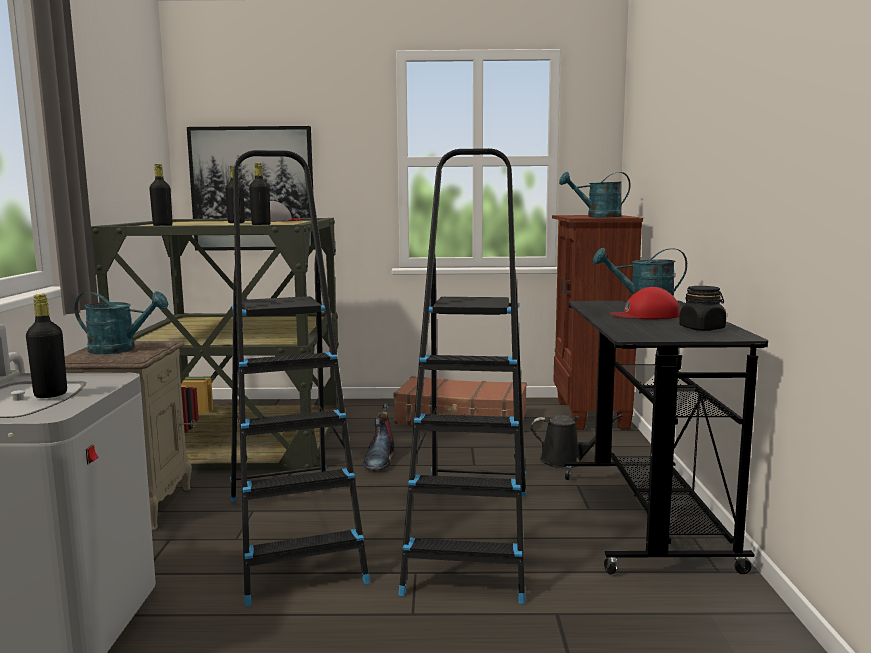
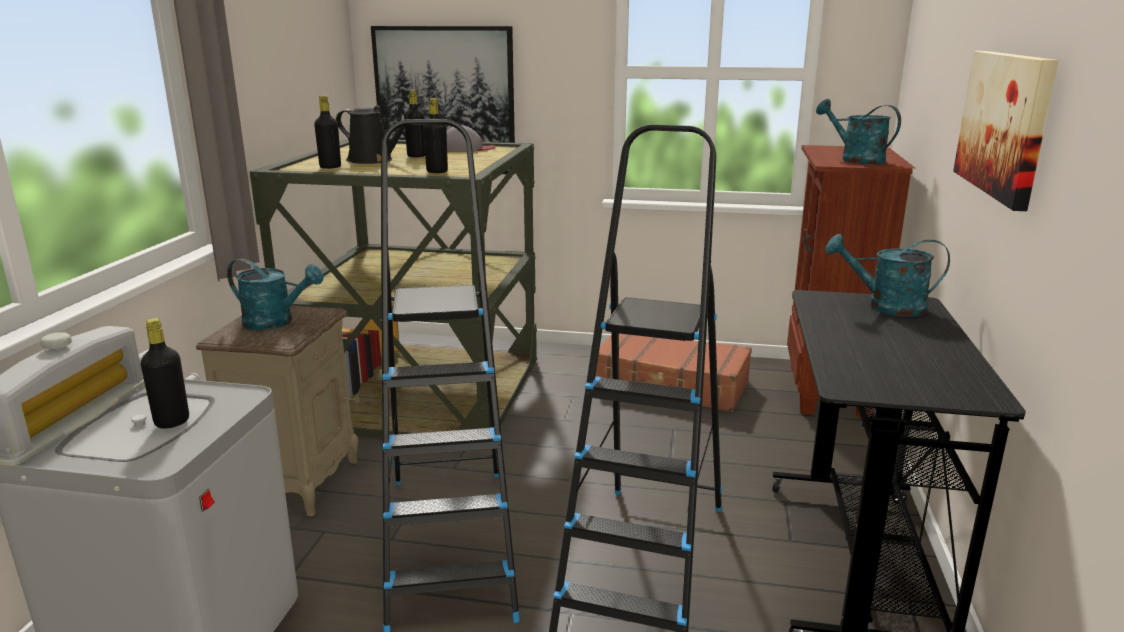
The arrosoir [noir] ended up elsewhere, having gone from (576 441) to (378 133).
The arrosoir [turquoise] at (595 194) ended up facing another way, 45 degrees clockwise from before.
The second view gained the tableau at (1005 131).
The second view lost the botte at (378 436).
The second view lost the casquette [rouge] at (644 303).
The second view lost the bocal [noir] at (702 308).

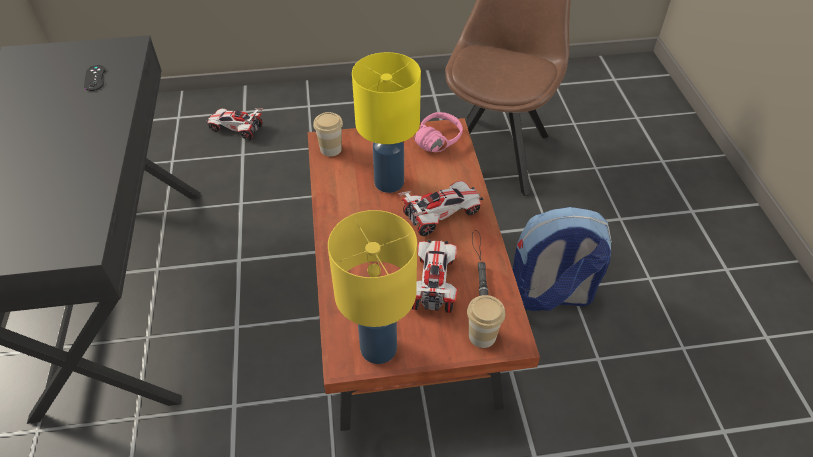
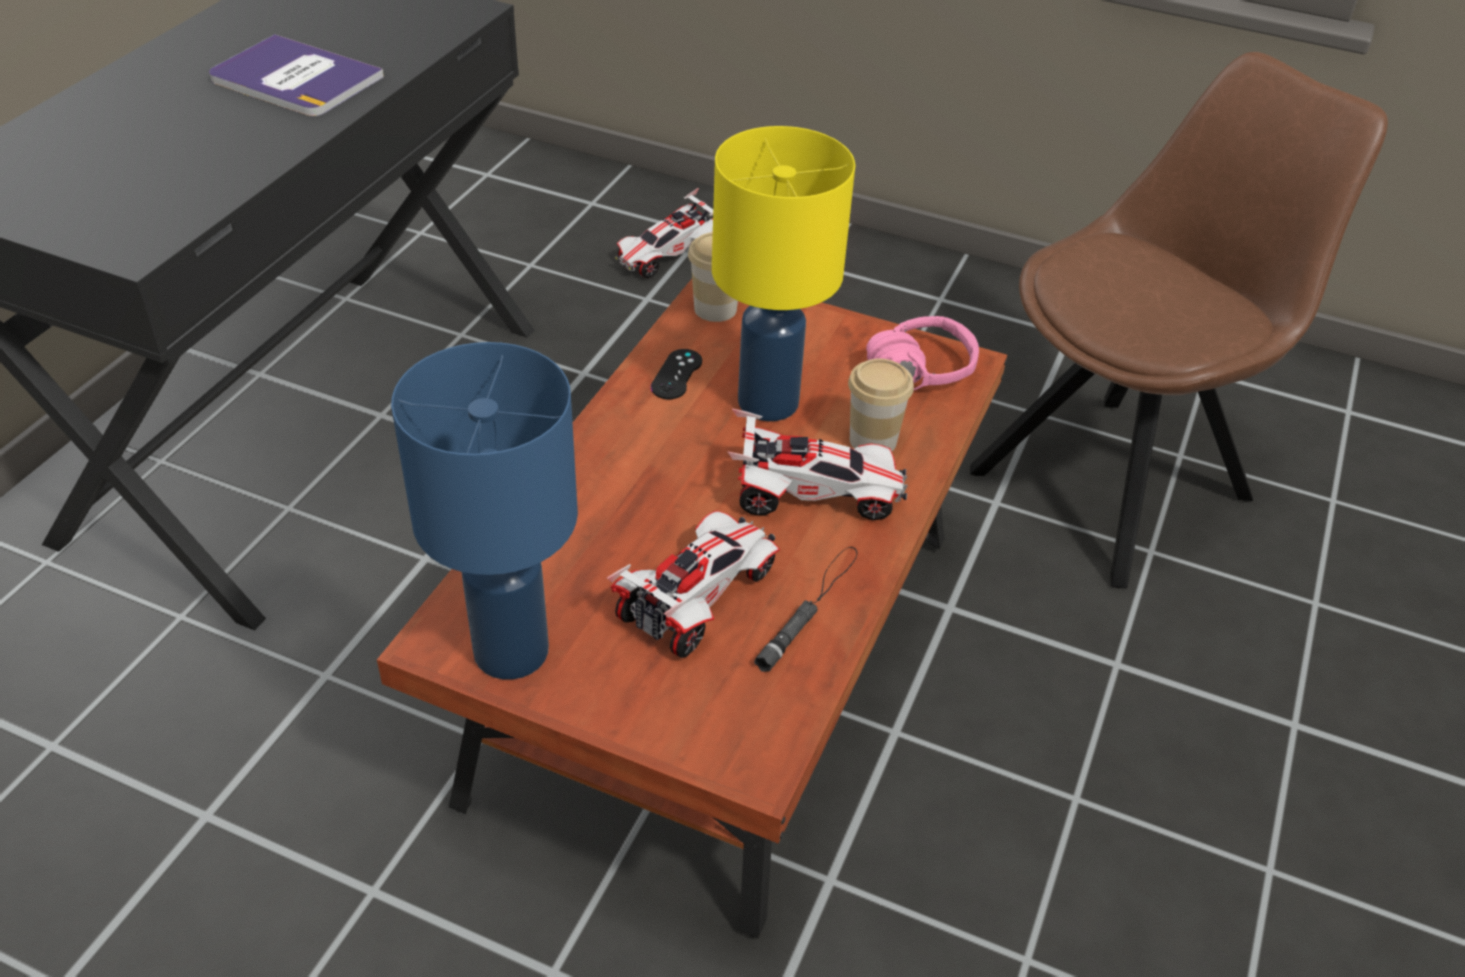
The second view gained the livre at (296 75).
What was the lampe de table [jaune] at (372 287) turned into the lampe de table [bleu] at (484 511).
The petite voiture at (234 124) ended up facing another way, 90 degrees counterclockwise from before.
The manette [noir] ended up elsewhere, having gone from (94 78) to (676 374).
The tasse ended up elsewhere, having gone from (486 321) to (881 404).
The second view lost the sac à dos at (562 259).

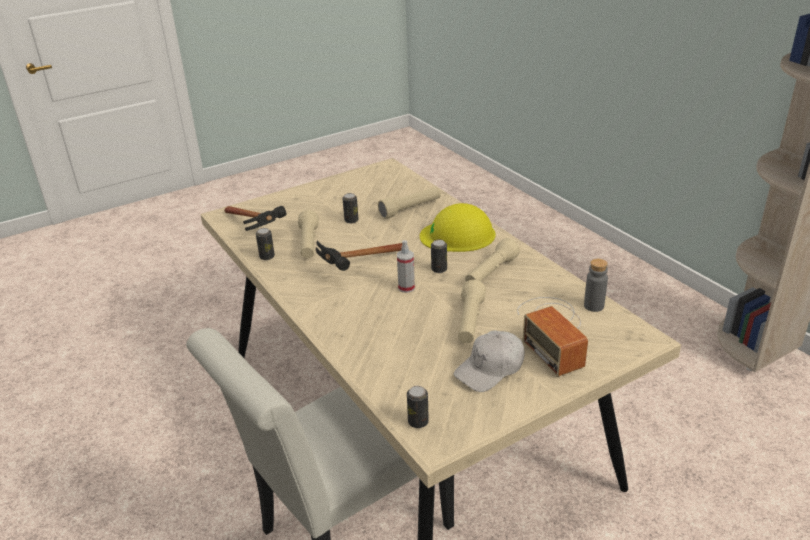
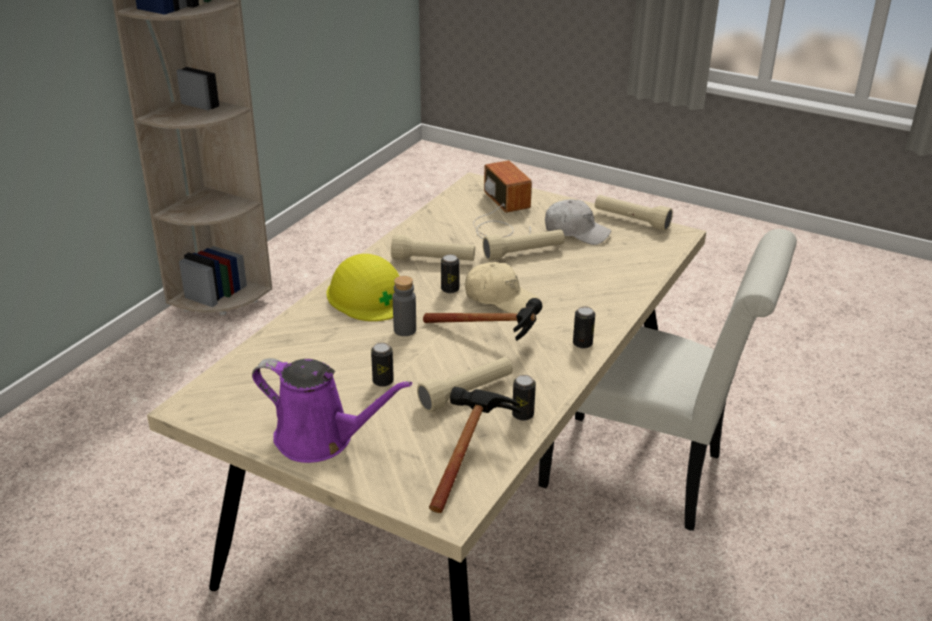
The second view gained the arrosoir [violet] at (332 410).
The bouteille [gris] ended up elsewhere, having gone from (596 285) to (404 306).
Where the vaporisateur stood at (406 266), the casquette [beige] came to stand at (501 287).
The radio at (552 337) ended up facing another way, 60 degrees counterclockwise from before.
The boîte métallique ended up elsewhere, having gone from (418 407) to (584 328).
The lampe de poche [beige] ended up elsewhere, having gone from (409 203) to (634 213).

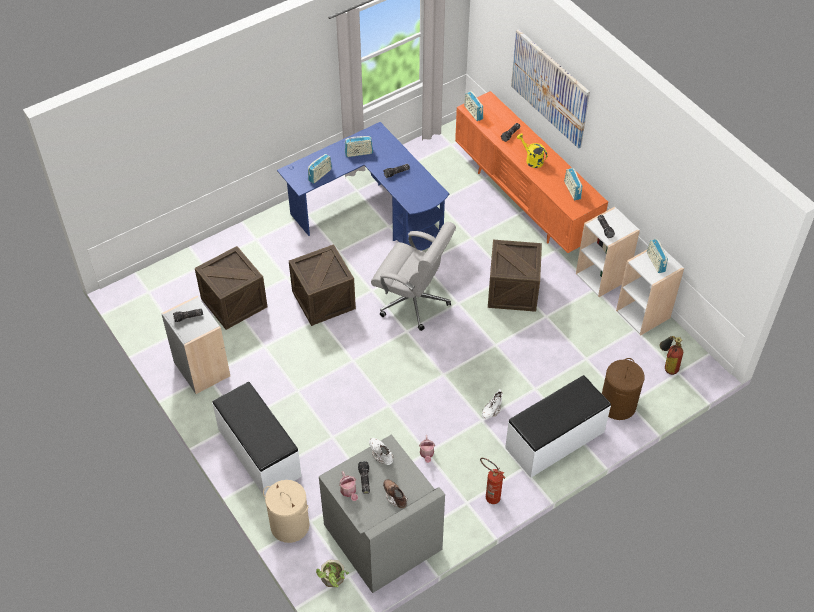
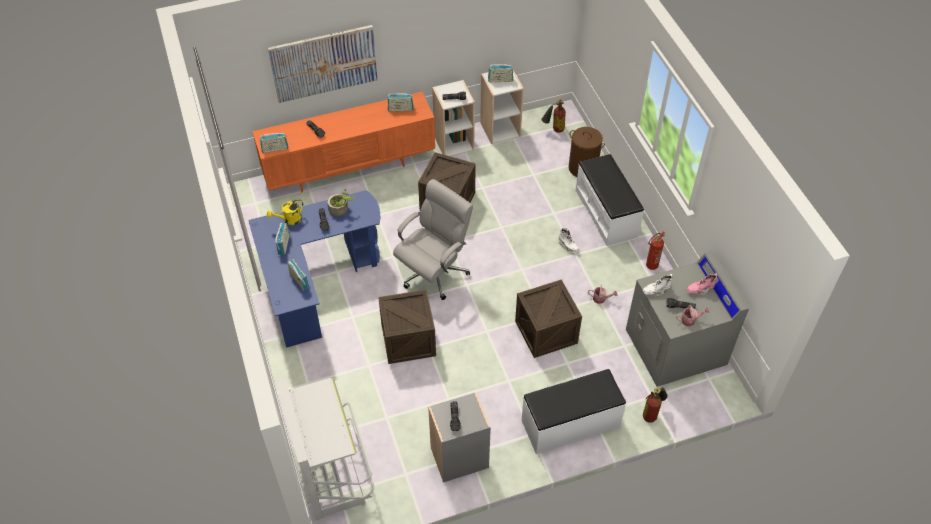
The arrosoir [jaune] ended up elsewhere, having gone from (531 150) to (285 212).
The second view gained the étagère à chaussures [blanc] at (326 449).
The plante en pot ended up elsewhere, having gone from (332 573) to (341 203).
The caisse ended up elsewhere, having gone from (231 288) to (548 318).
Where the panier à linge [beige] stood at (286 511), the extincteur came to stand at (655 405).
What was the botte [marron] at (395 493) turned into the botte [rose] at (702 284).

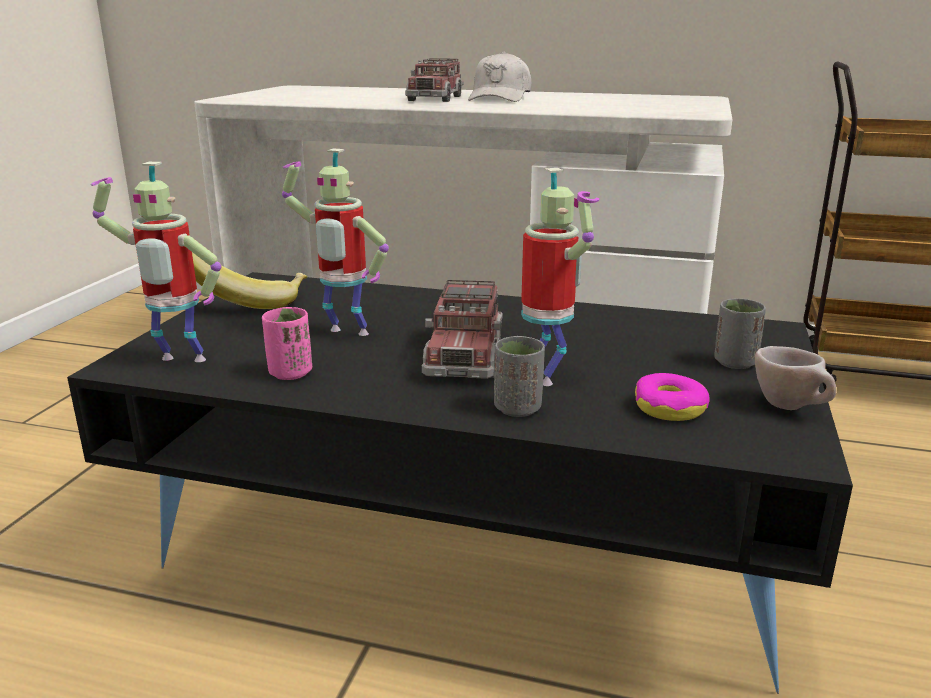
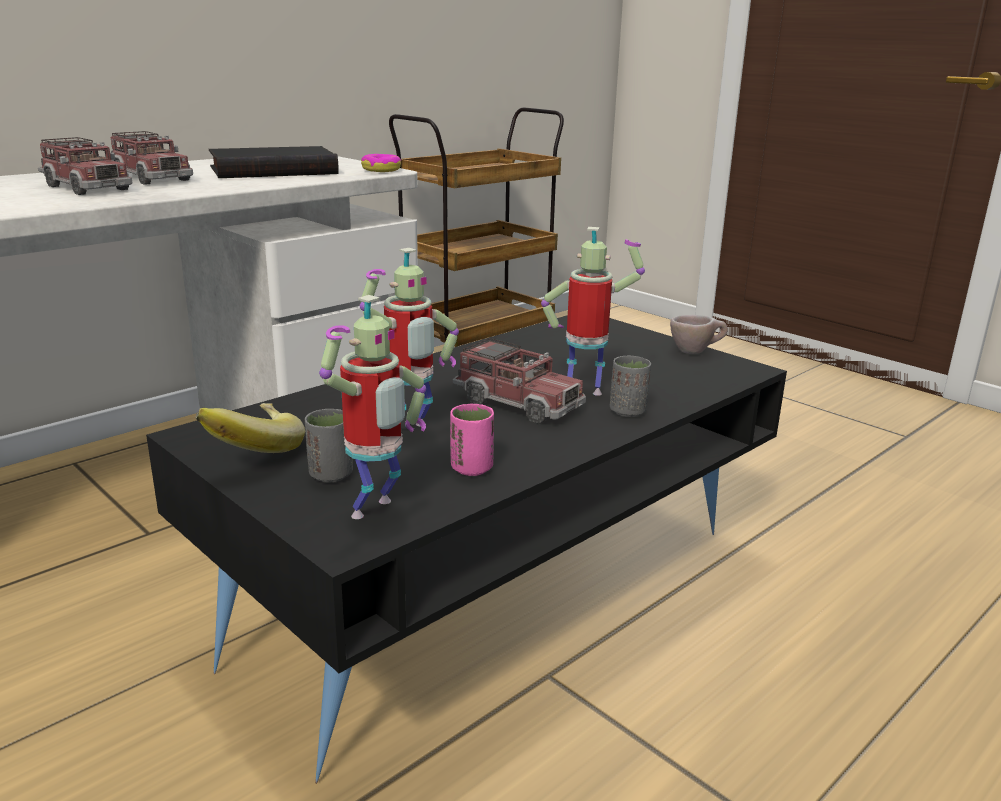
Where the casquette [blanc] stood at (499 76), the camion jouet came to stand at (152 158).
The second view gained the livre [noir] at (274 162).
The tasse [gris] ended up elsewhere, having gone from (740 333) to (329 446).
The beignet ended up elsewhere, having gone from (672 397) to (381 163).

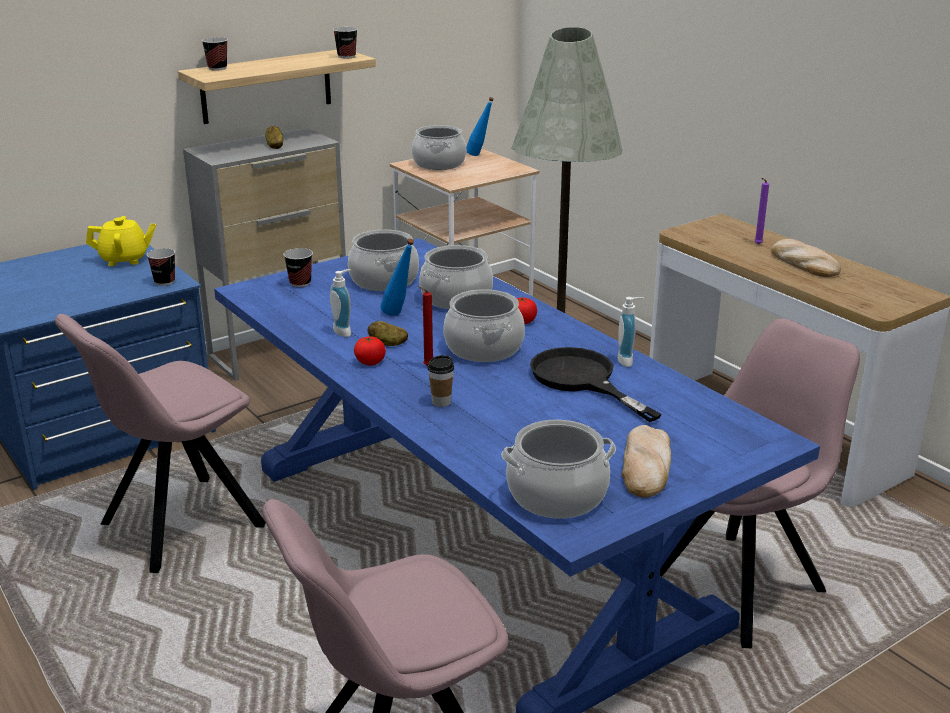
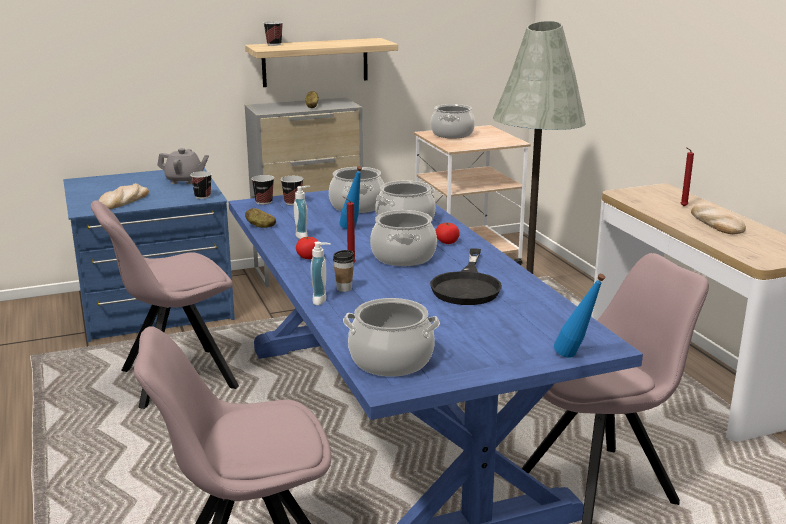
The pain ended up elsewhere, having gone from (646 461) to (123 196).
What was the théière [jaune] at (121 241) turned into the théière [gris] at (183 166).
The pomme de terre ended up elsewhere, having gone from (387 333) to (260 218).
The tasse ended up elsewhere, having gone from (345 43) to (262 190).
The distributeur de savon ended up elsewhere, having gone from (631 332) to (321 273).
The poêle [noir] at (596 384) ended up facing another way, 150 degrees counterclockwise from before.
The bouteille [bleu] ended up elsewhere, having gone from (480 126) to (579 316).
What was the bougie [violet] at (761 211) turned into the bougie [rouge] at (687 176).

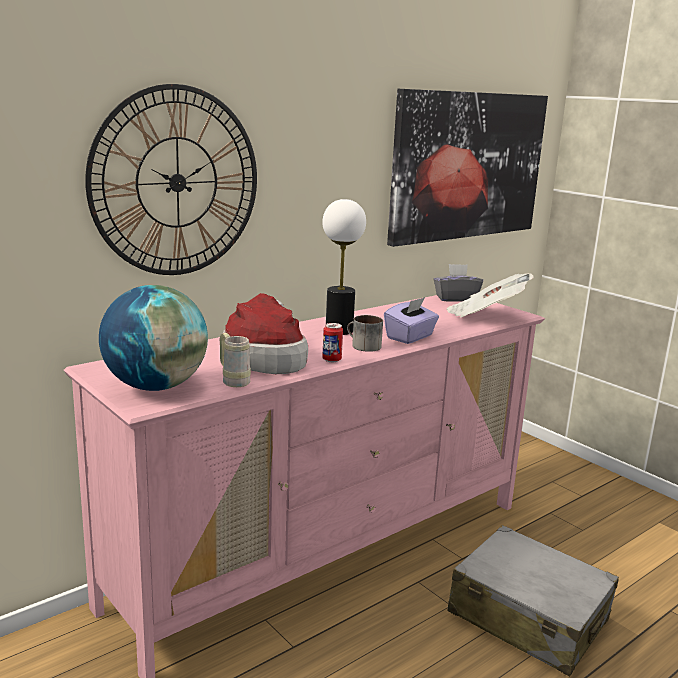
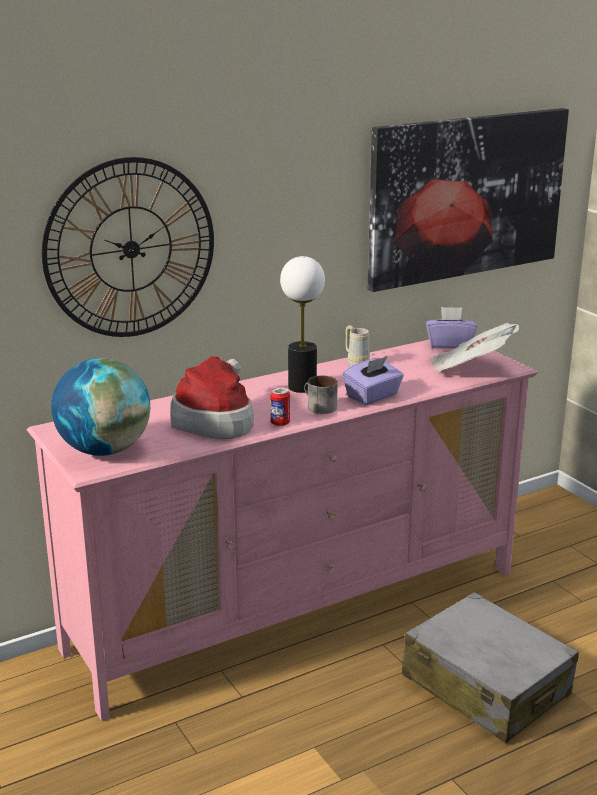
The mug [beige] ended up elsewhere, having gone from (235 360) to (357 346).
What was the boîte à mouchoirs [gris] at (458 282) turned into the boîte à mouchoirs [violet] at (451 328).

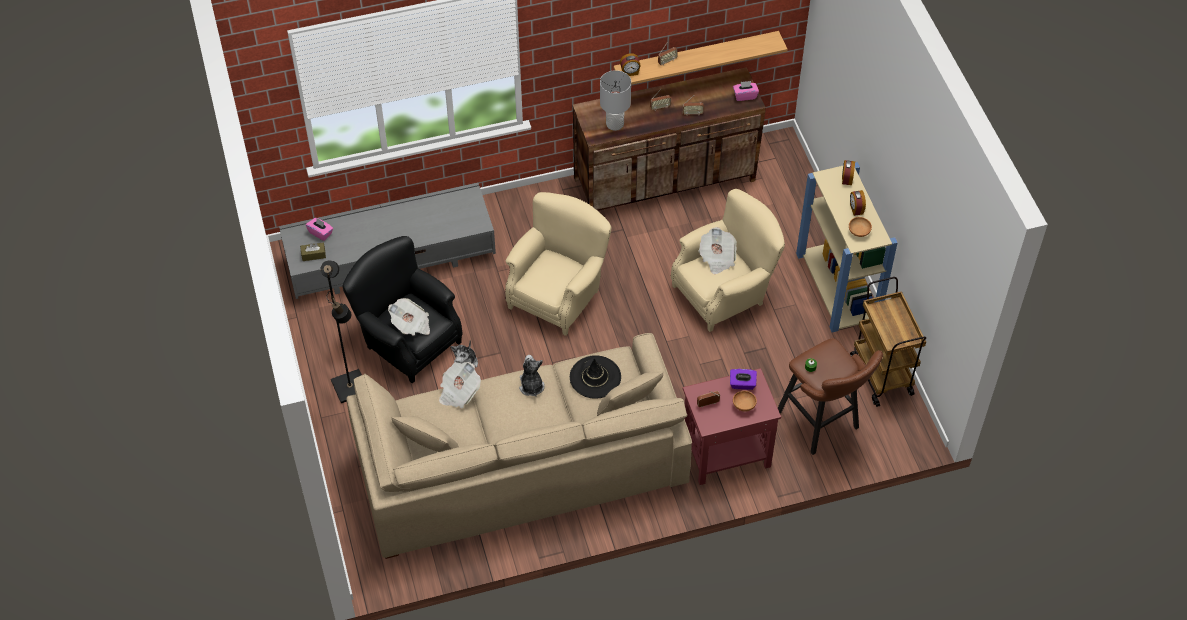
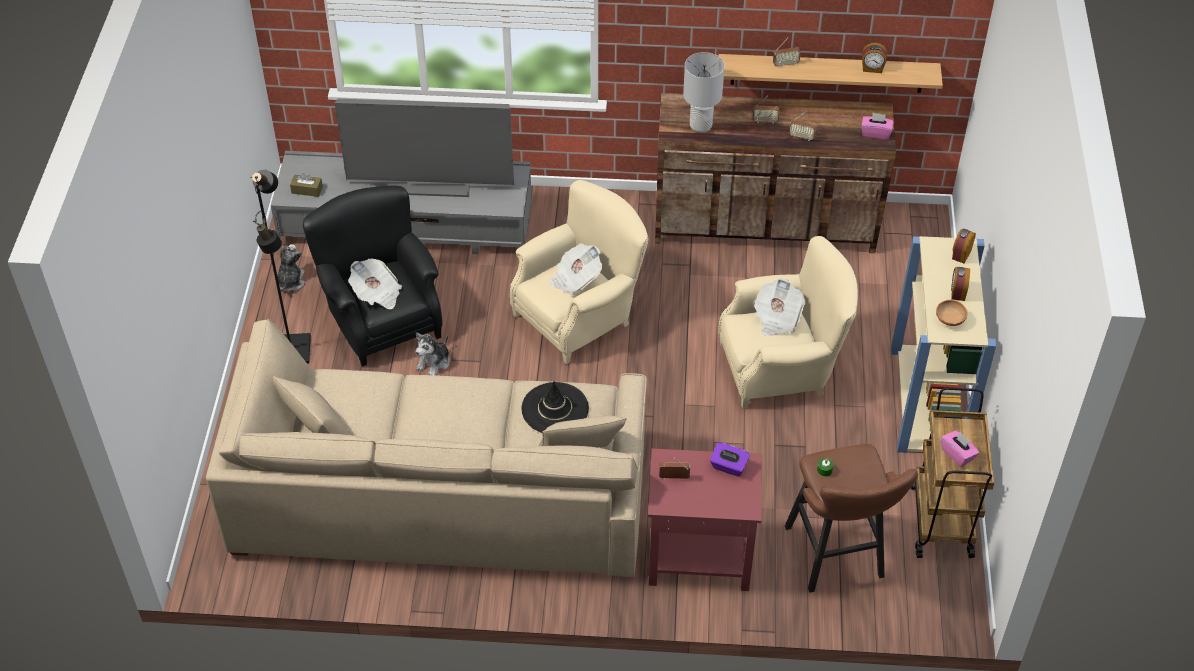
The peluche ended up elsewhere, having gone from (532 376) to (290 267).
The second view gained the téléviseur at (424 148).
The journal ended up elsewhere, having gone from (460 385) to (576 269).
The réveil ended up elsewhere, having gone from (630 64) to (874 58).
The boîte à mouchoirs [rose] ended up elsewhere, having gone from (319 229) to (960 448).
The second view lost the bol [marron] at (745 401).

